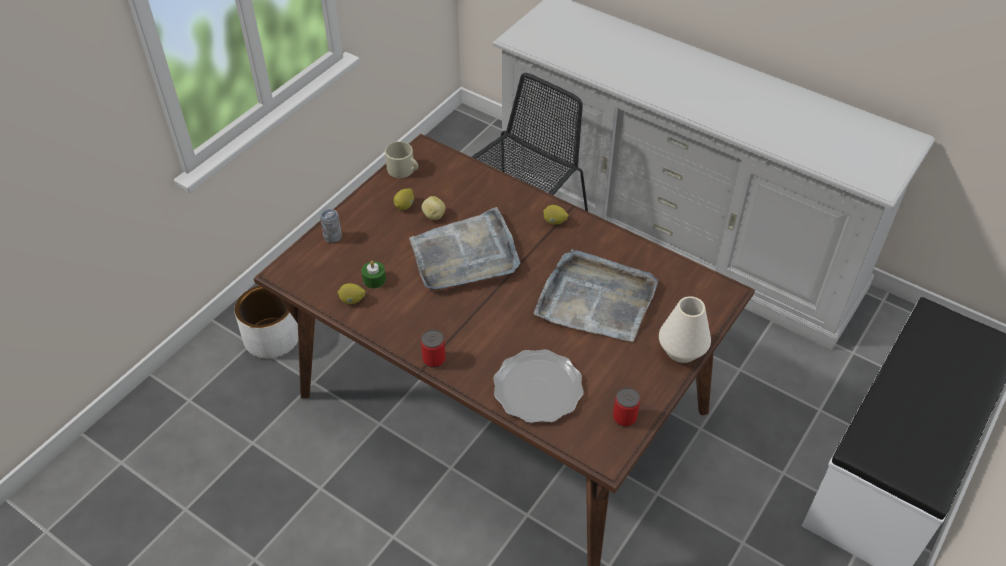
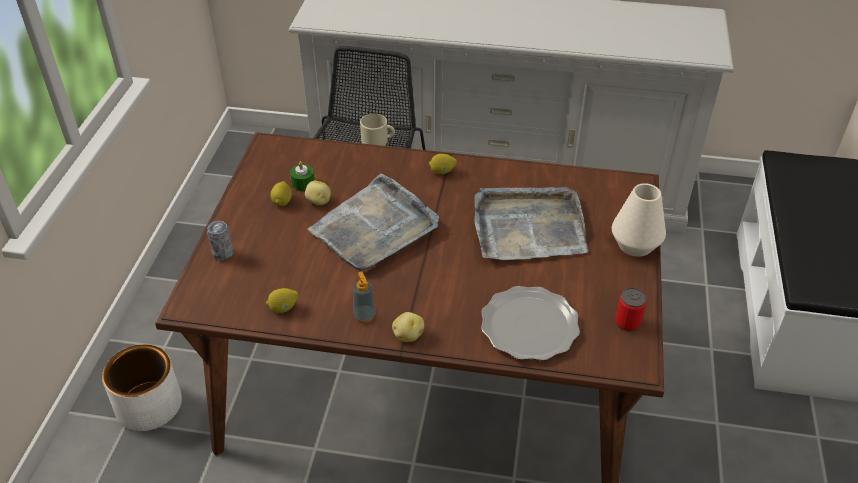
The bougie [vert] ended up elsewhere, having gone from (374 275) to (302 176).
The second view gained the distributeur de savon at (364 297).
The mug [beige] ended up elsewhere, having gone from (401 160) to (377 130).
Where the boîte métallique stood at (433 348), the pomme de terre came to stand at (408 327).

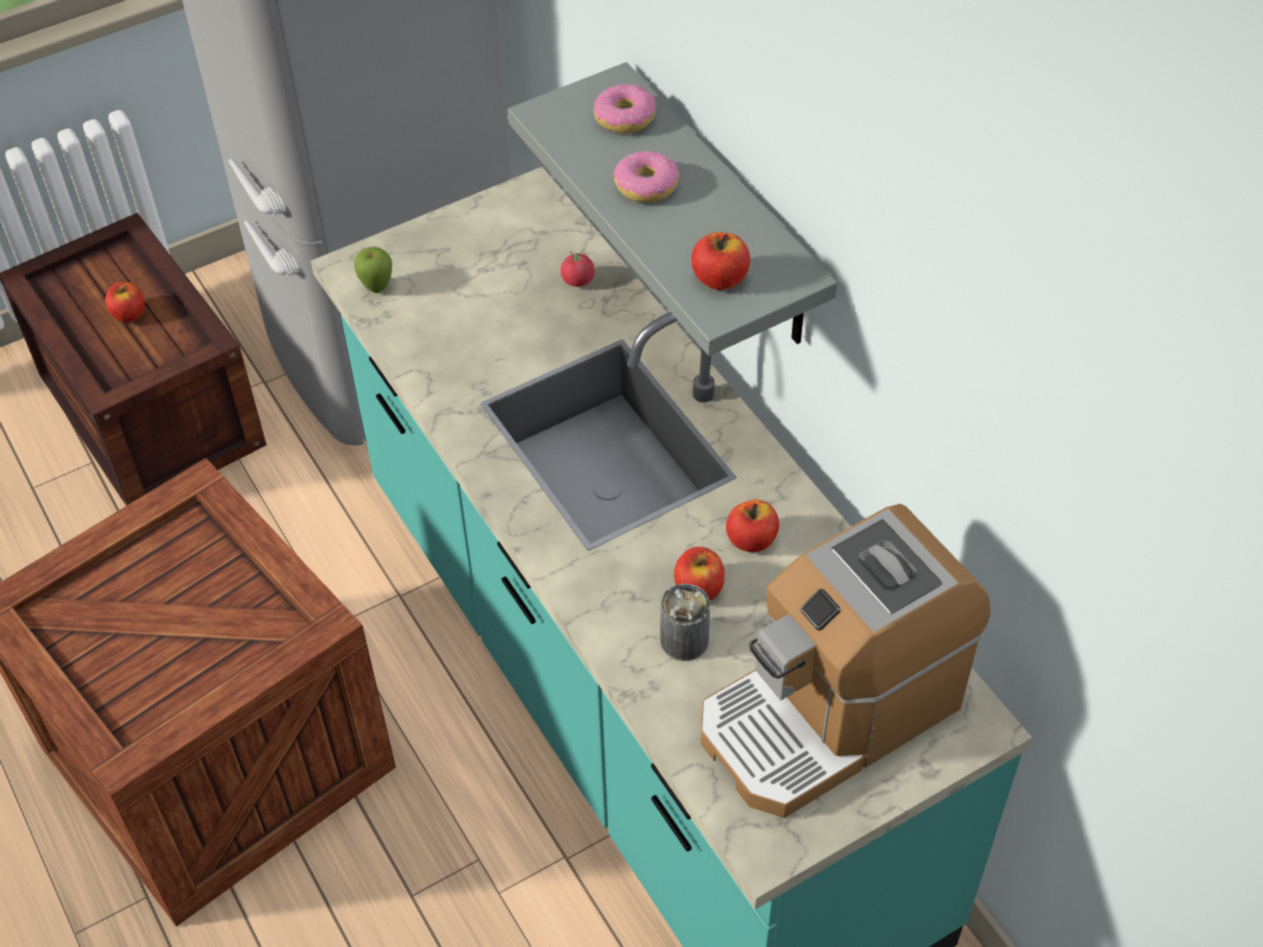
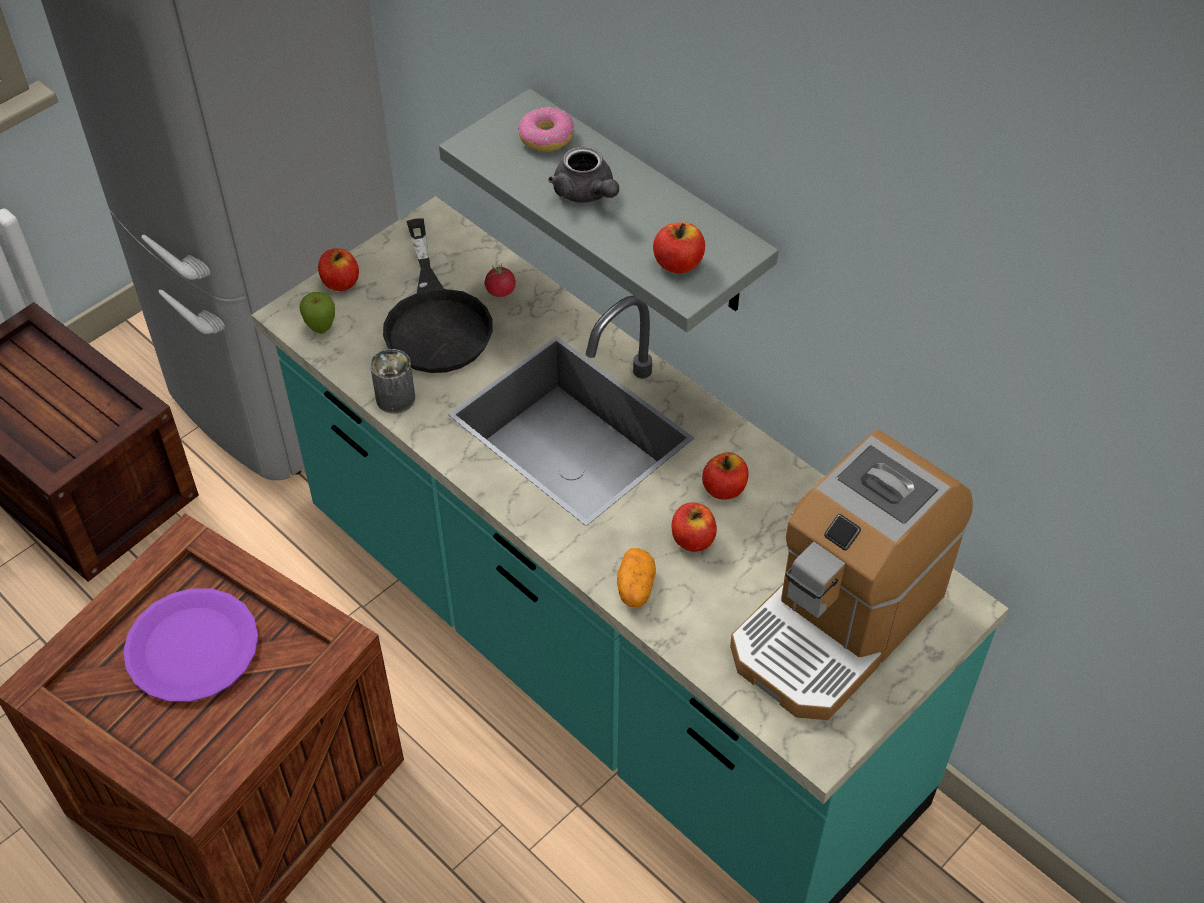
The second view gained the assiette [violet] at (190 645).
The pomme ended up elsewhere, having gone from (125 301) to (338 269).
The boîte métallique ended up elsewhere, having gone from (685 622) to (392 381).
The second view gained the poêle [noir] at (438 295).
Where the beignet stood at (646 176), the théière [gris] came to stand at (583 174).
The second view gained the pomme de terre at (636 577).

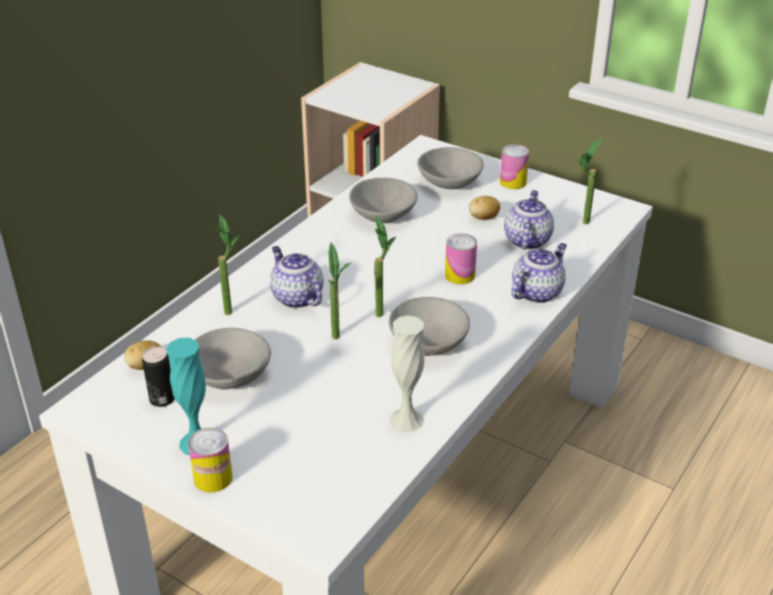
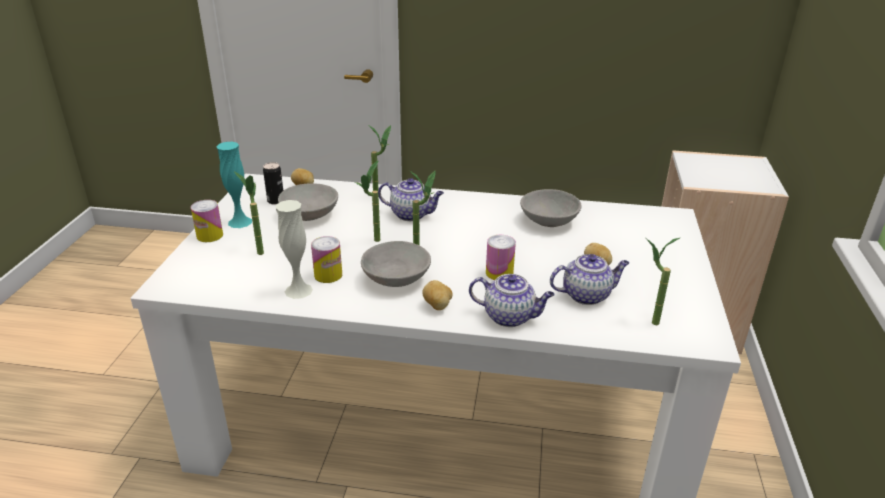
The second view gained the plante en pot at (249 213).
The boîte métallique ended up elsewhere, having gone from (514 167) to (326 259).
The théière at (297 277) ended up facing another way, 75 degrees clockwise from before.
The second view gained the pomme de terre at (437 295).
The second view lost the bol [gris] at (450 168).

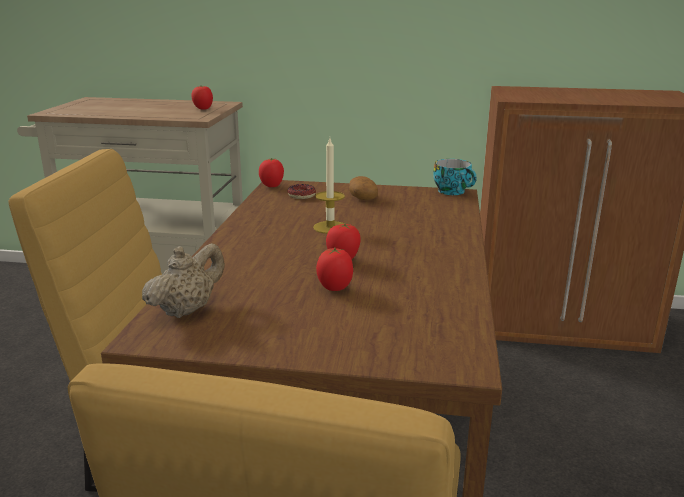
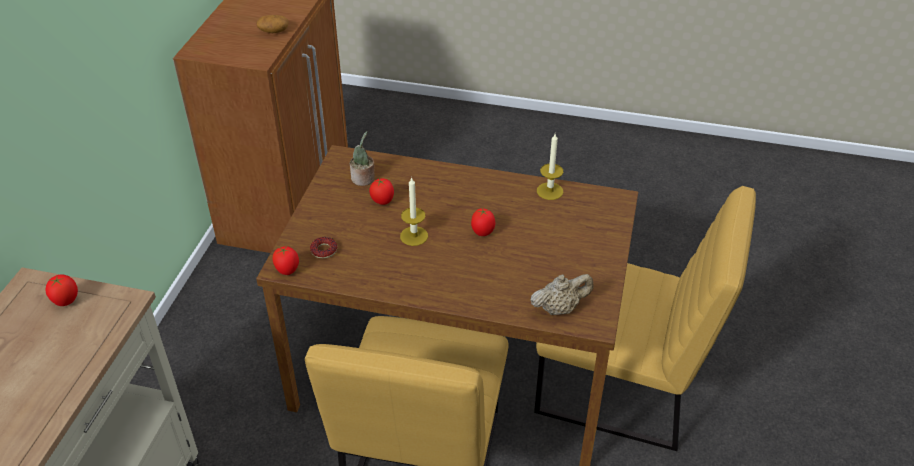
The pomme de terre ended up elsewhere, having gone from (363 188) to (272 24).
The second view gained the plante en pot at (362 158).
The tomate ended up elsewhere, having gone from (334 269) to (381 191).
The théière [beige] at (183 280) ended up facing another way, 120 degrees clockwise from before.
The second view gained the bougie at (550 167).
The second view lost the tasse at (455 177).

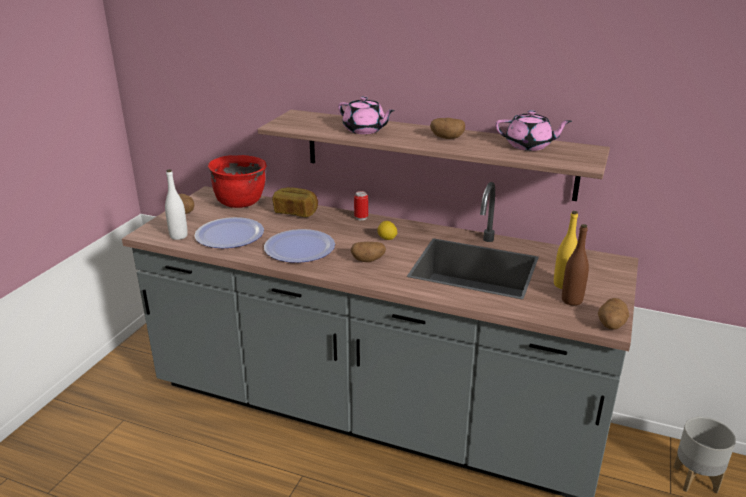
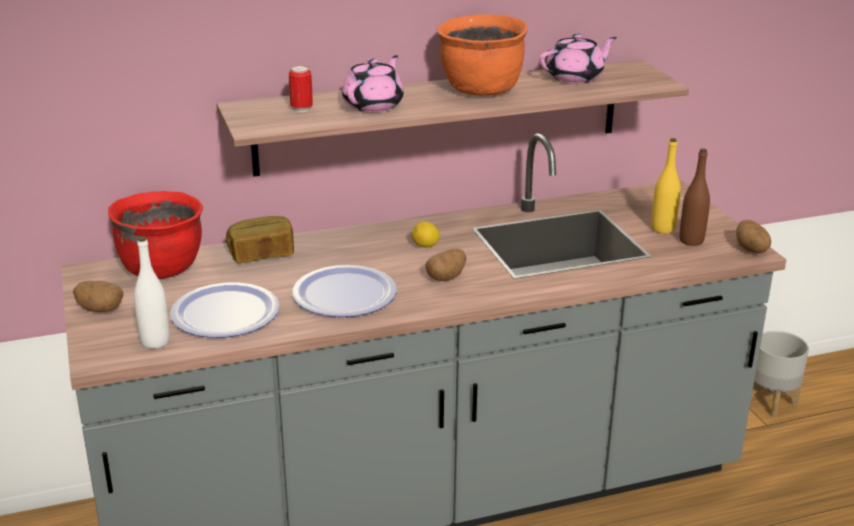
The boîte métallique ended up elsewhere, having gone from (361 205) to (301 89).
The théière [rose] at (366 115) ended up facing another way, 60 degrees counterclockwise from before.
Where the pomme de terre stood at (447 128), the marmite [orange] came to stand at (482 55).

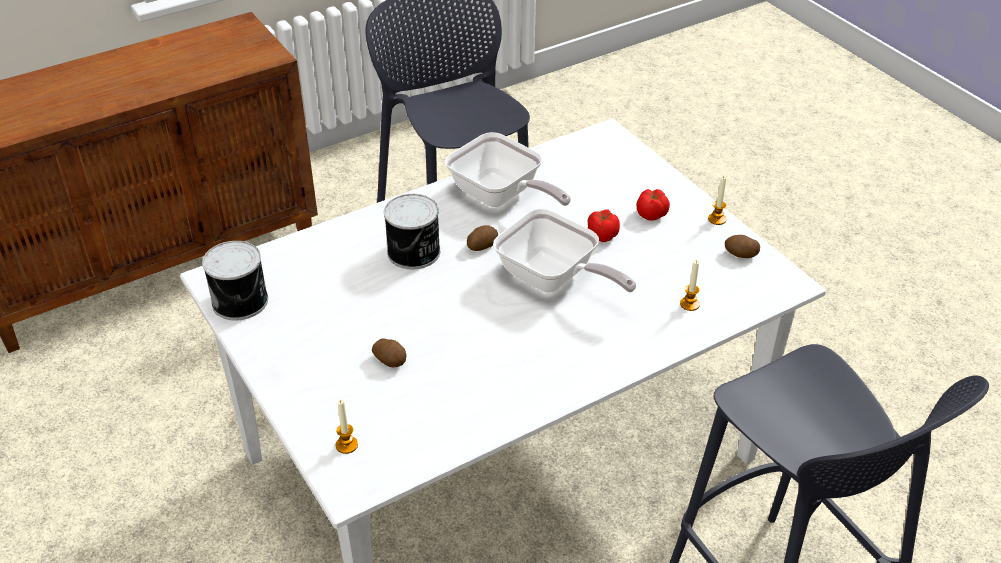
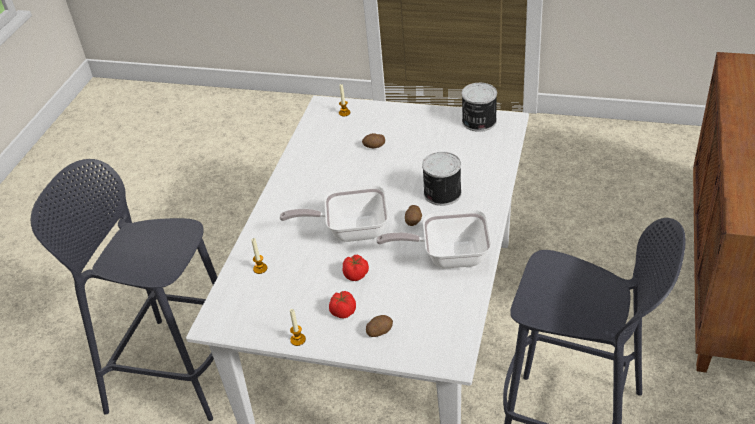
The pomme de terre ended up elsewhere, having gone from (742 246) to (379 326).

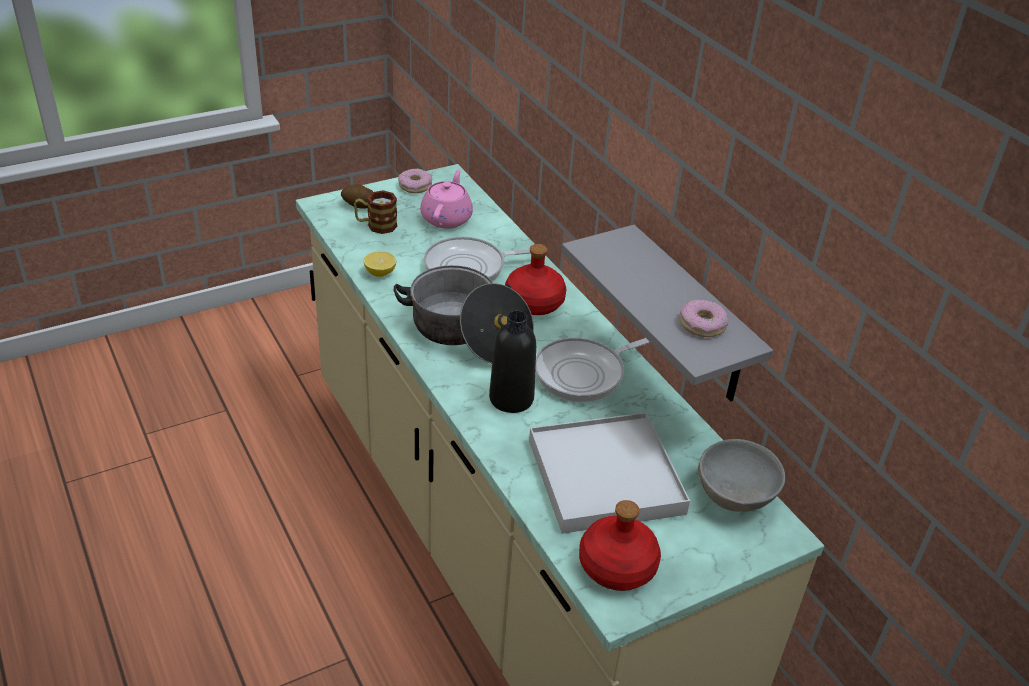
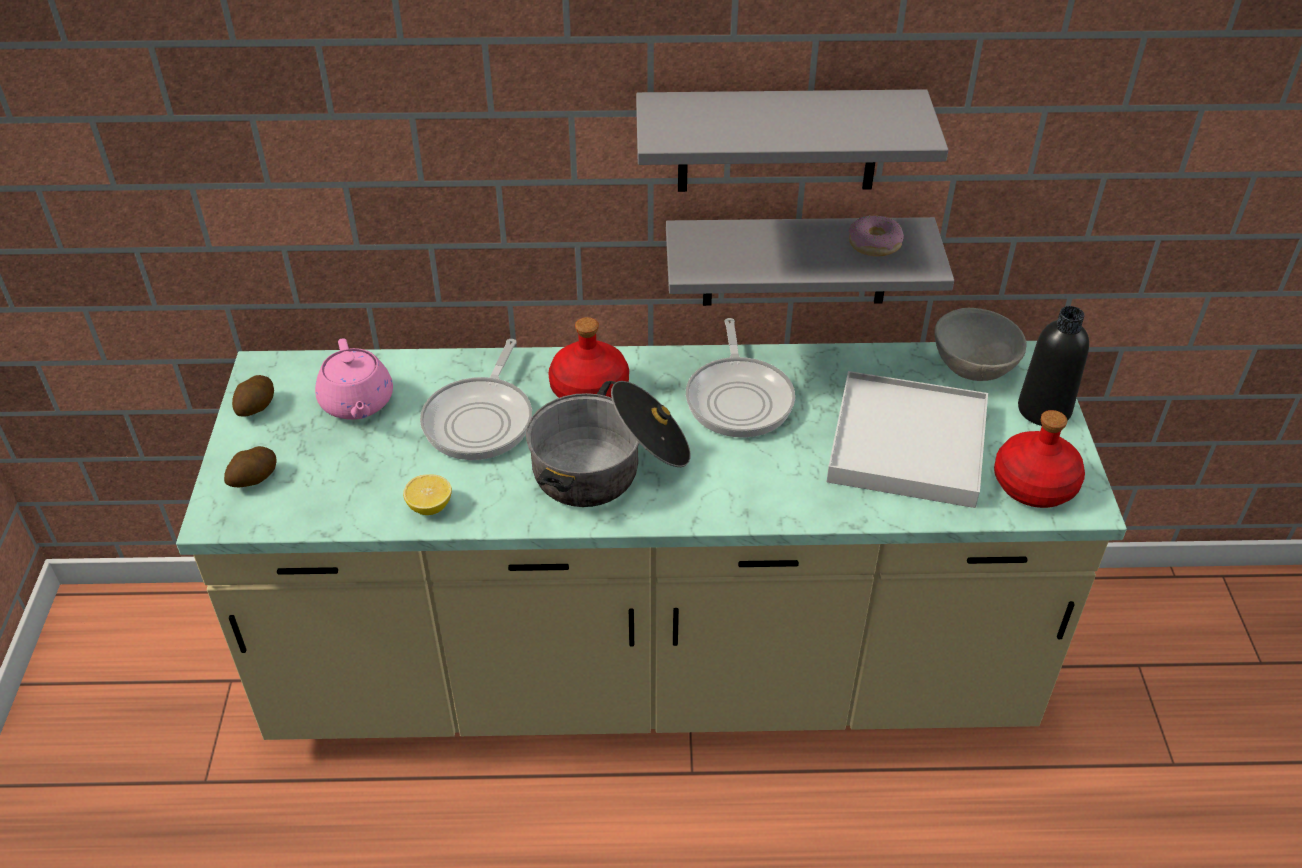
Where the beignet stood at (415 180), the pomme de terre came to stand at (253 396).
The théière [rose] at (446 198) ended up facing another way, 150 degrees counterclockwise from before.
The second view gained the étagère [gris] at (792 140).
The bouteille [noir] ended up elsewhere, having gone from (512 362) to (1053 366).
The second view lost the mug at (375 212).

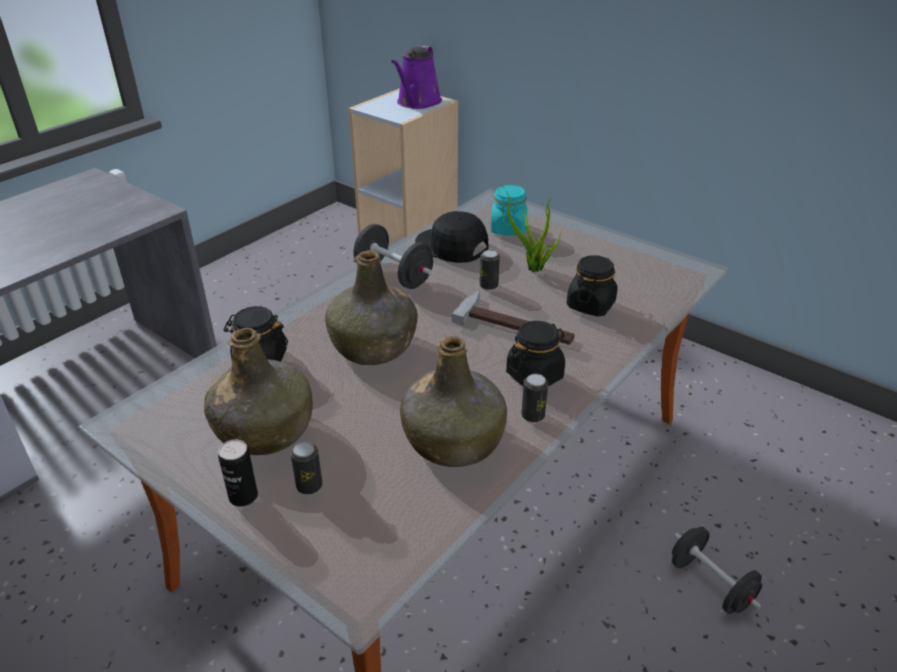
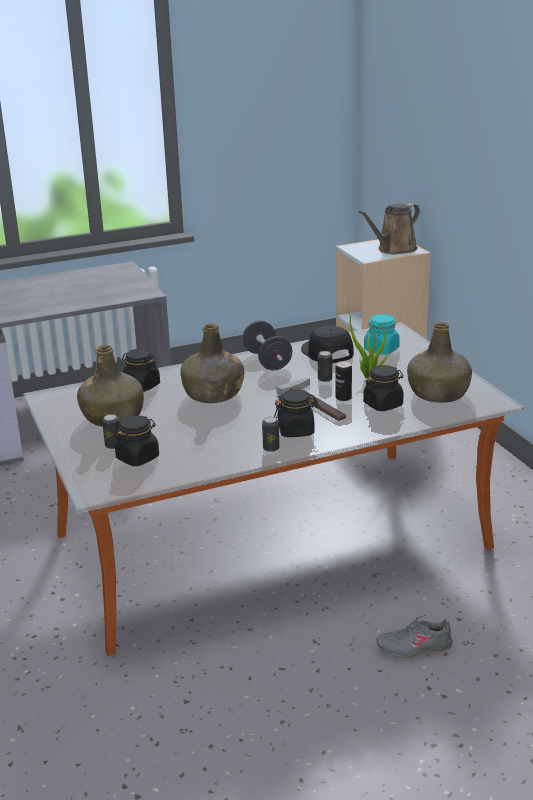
The second view gained the bocal [noir] at (137 440).
The boîte métallique ended up elsewhere, having gone from (238 473) to (344 381).
What was the arrosoir [violet] at (416 77) turned into the arrosoir [marron] at (389 228).
Where the haltère [noir] stood at (717 570), the chaussure [gris] came to stand at (414 636).
The bouteille [vert] ended up elsewhere, having gone from (453 401) to (439 362).

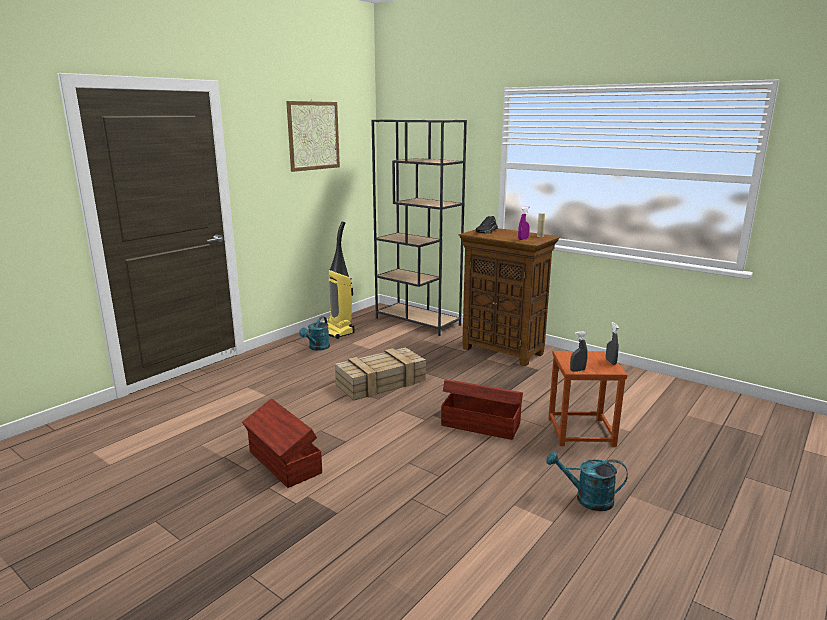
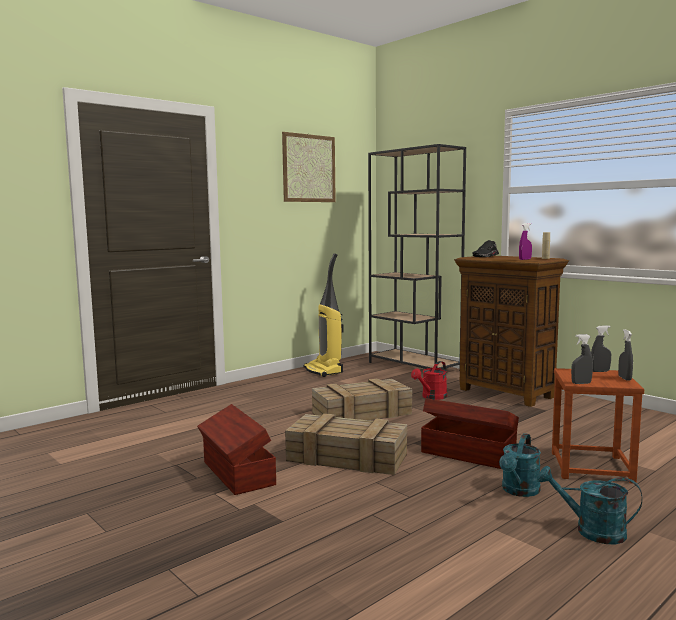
The second view gained the caisse at (346 444).
The second view gained the arrosoir [rouge] at (429 380).
The arrosoir [turquoise] ended up elsewhere, having gone from (314 333) to (520 465).
The second view gained the vaporisateur [gris] at (601 348).

